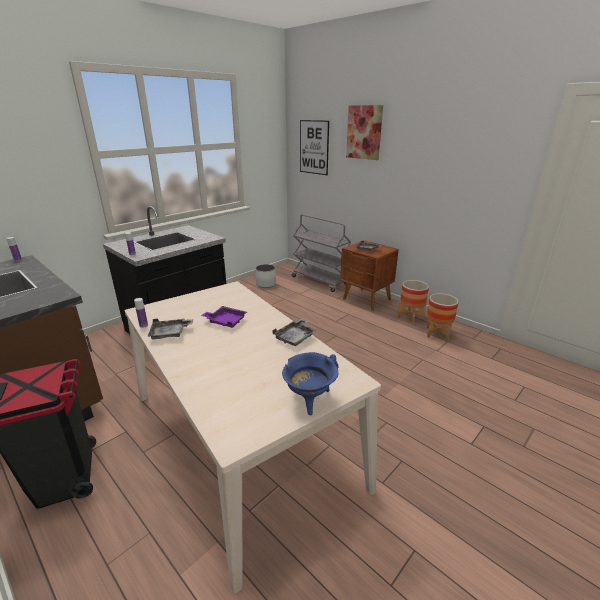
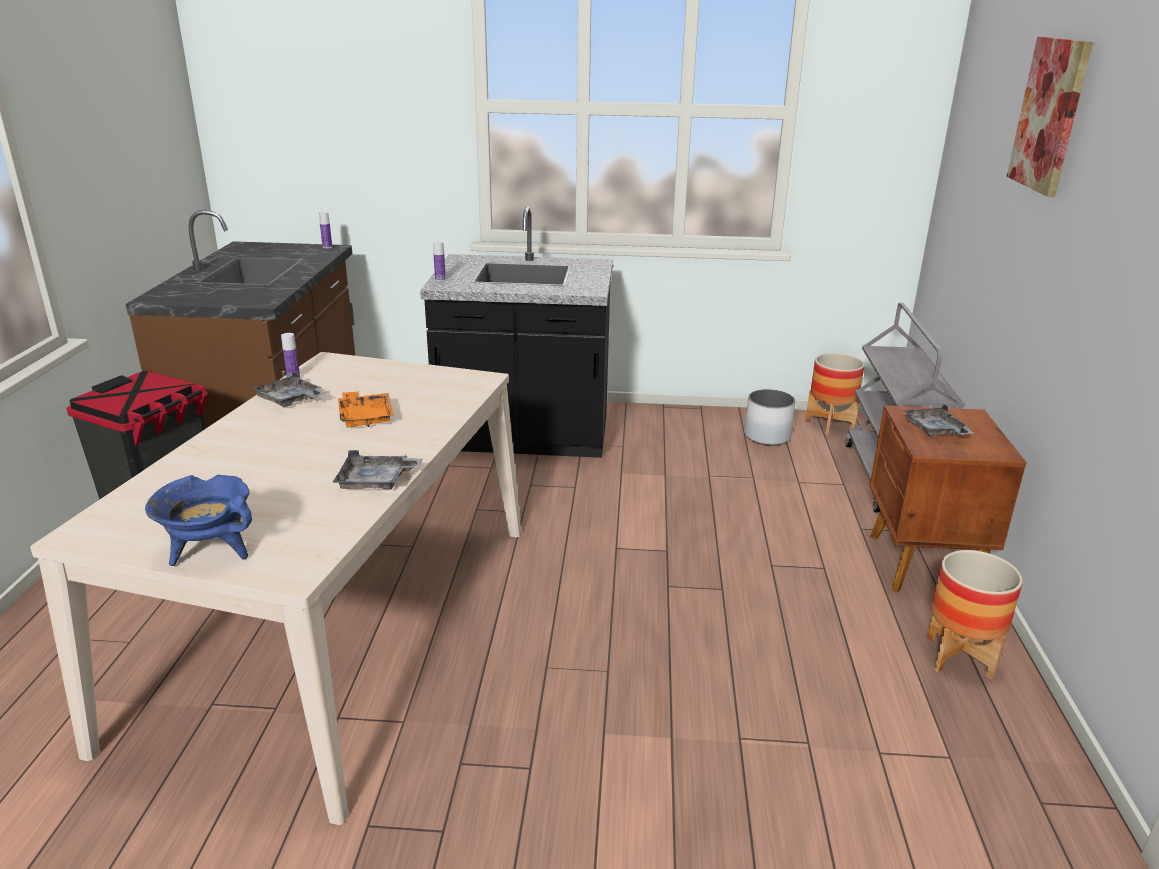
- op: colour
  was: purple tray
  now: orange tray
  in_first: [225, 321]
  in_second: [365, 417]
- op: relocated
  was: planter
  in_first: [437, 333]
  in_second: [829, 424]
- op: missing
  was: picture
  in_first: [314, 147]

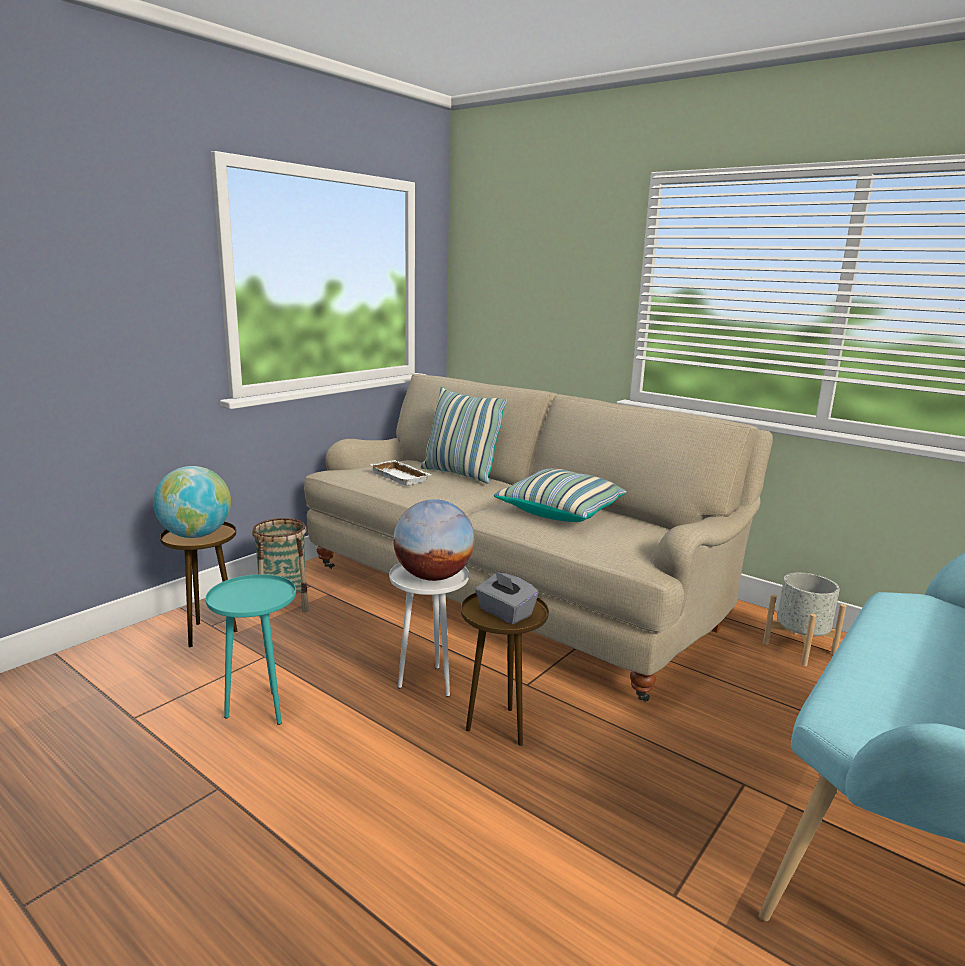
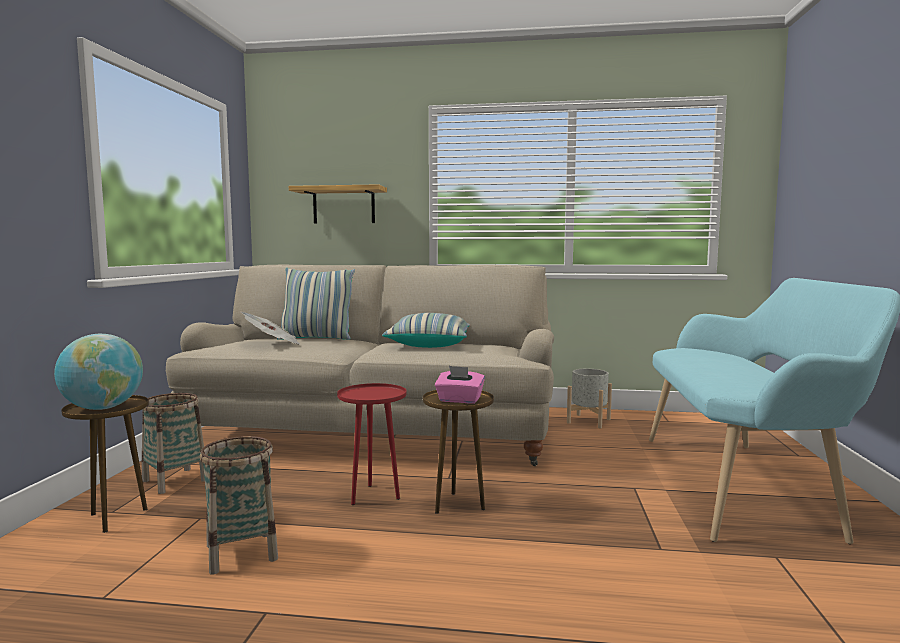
- op: exchanged
  was: turquoise side table
  now: basket
  in_first: [260, 710]
  in_second: [242, 552]
- op: exchanged
  was: white tray
  now: newspaper
  in_first: [402, 477]
  in_second: [272, 344]
- op: appeared
  now: shelf
  in_second: [344, 205]
- op: colour
  was: white side table
  now: red side table
  in_first: [428, 683]
  in_second: [373, 496]
- op: colour
  was: grey tissue box
  now: pink tissue box
  in_first: [505, 613]
  in_second: [459, 400]
- op: missing
  was: globe
  in_first: [433, 576]

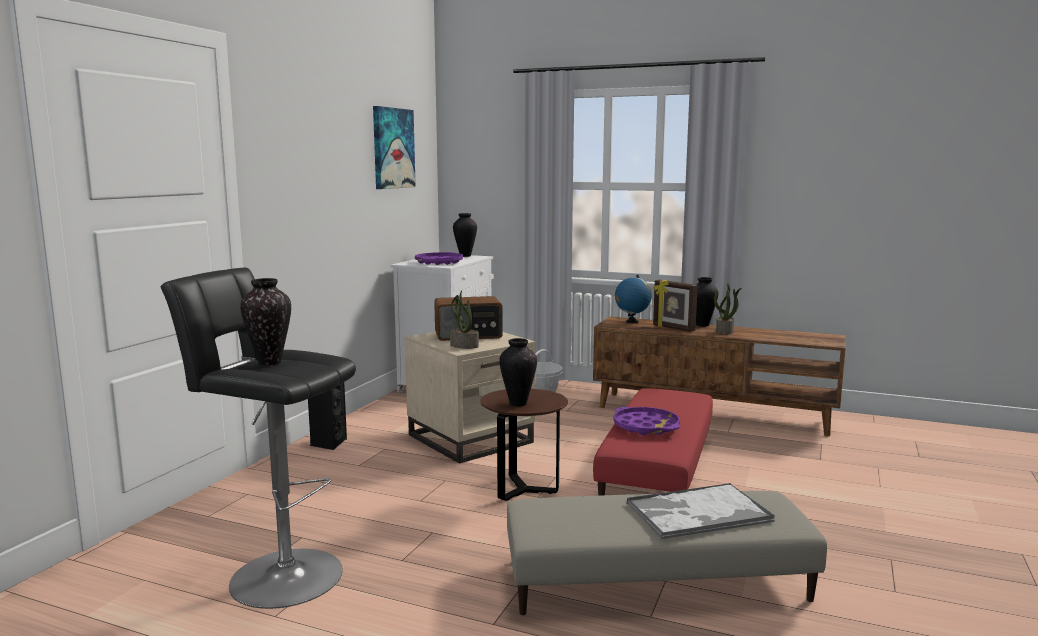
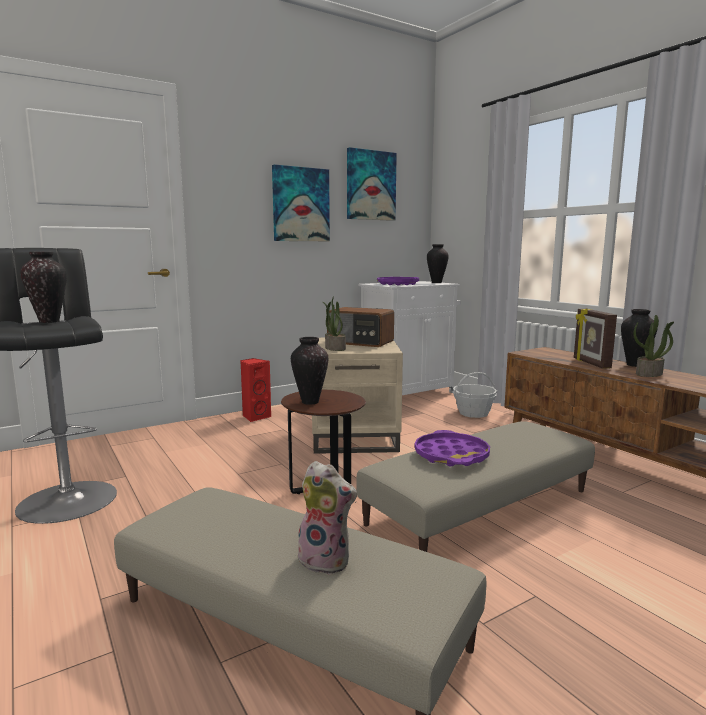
- op: colour
  was: black speaker
  now: red speaker
  in_first: [328, 443]
  in_second: [255, 417]
- op: appeared
  now: picture
  in_second: [300, 204]
- op: exchanged
  was: tray
  now: plush toy
  in_first: [697, 513]
  in_second: [327, 560]
- op: colour
  was: red ottoman
  now: beige ottoman
  in_first: [657, 468]
  in_second: [479, 506]
- op: missing
  was: globe
  in_first: [632, 322]

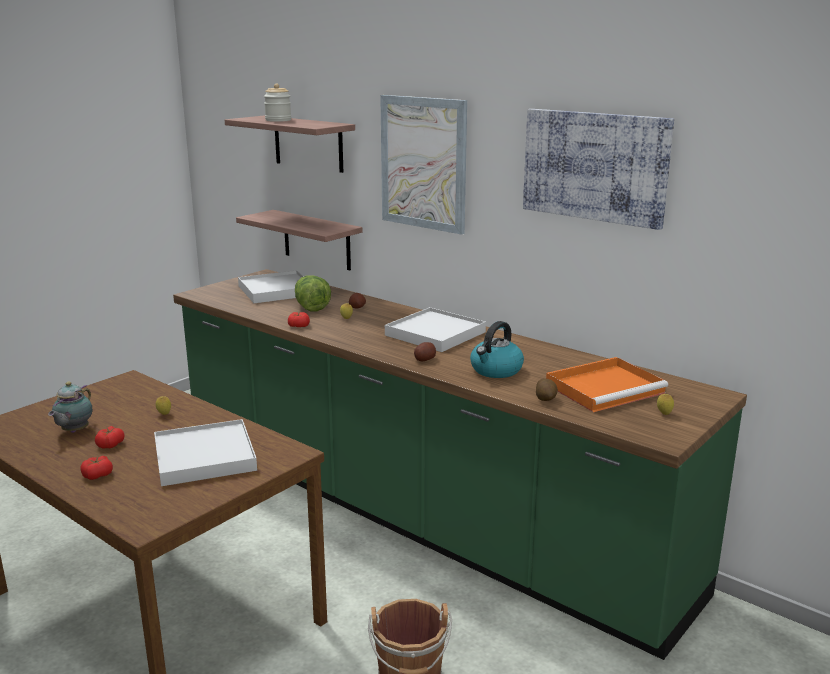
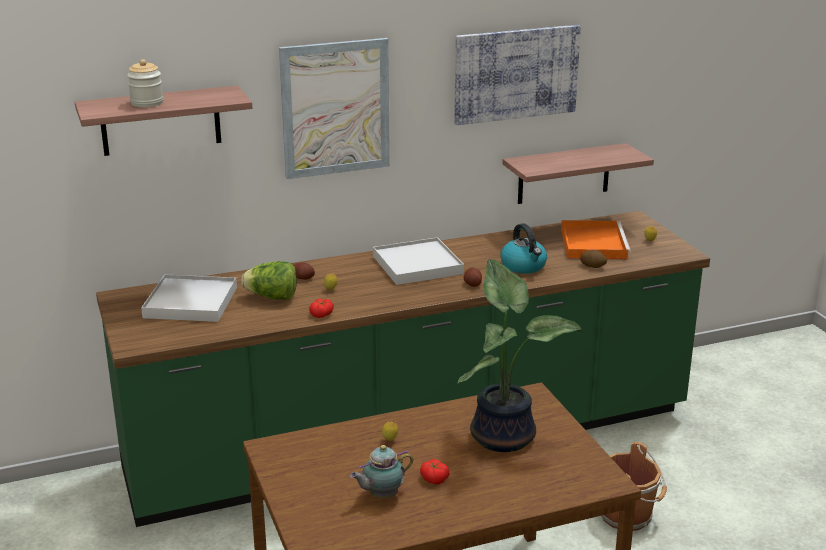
- op: spun
  was: teapot
  in_first: [74, 431]
  in_second: [381, 496]
  clockwise: 105
- op: exchanged
  was: white tray
  now: potted plant
  in_first: [205, 457]
  in_second: [505, 435]
- op: relocated
  was: shelf
  in_first: [316, 240]
  in_second: [564, 174]
- op: missing
  was: tomato
  in_first: [97, 475]

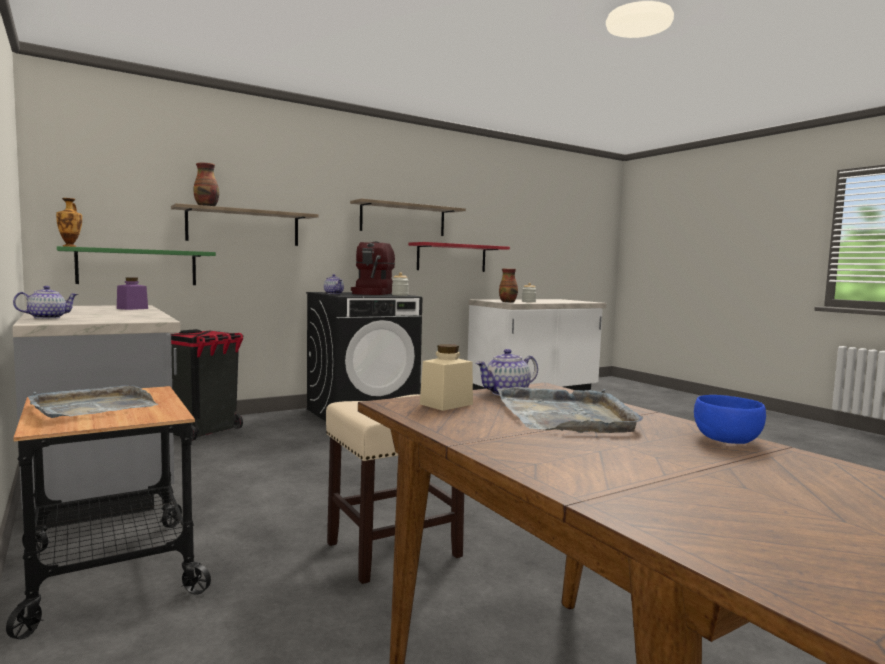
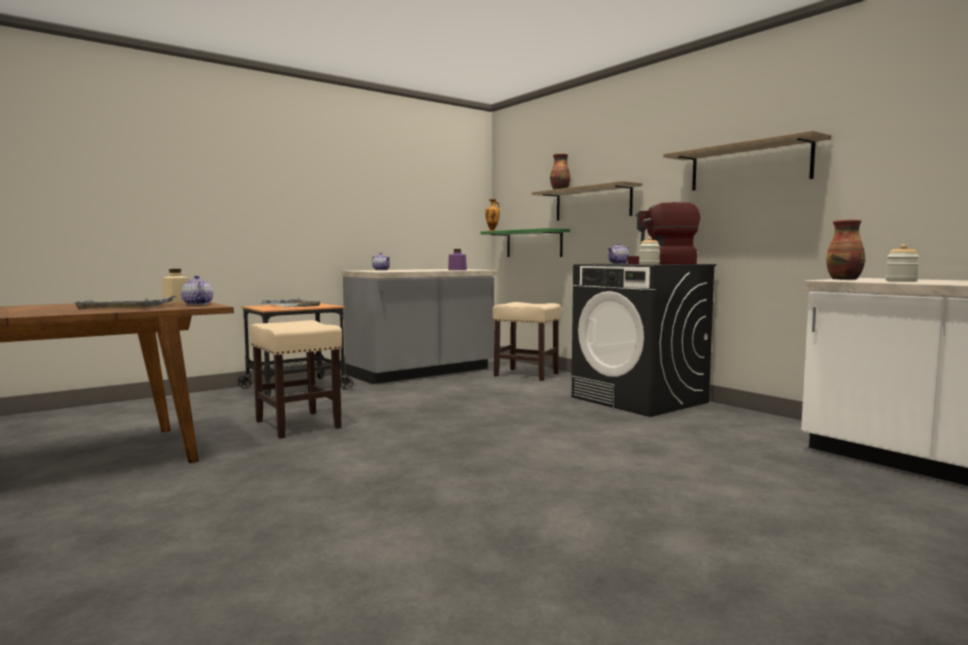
- op: exchanged
  was: black trash can
  now: beige stool
  in_first: [205, 432]
  in_second: [527, 374]
- op: missing
  was: red shelf
  in_first: [452, 258]
- op: missing
  was: blue bowl
  in_first: [727, 440]

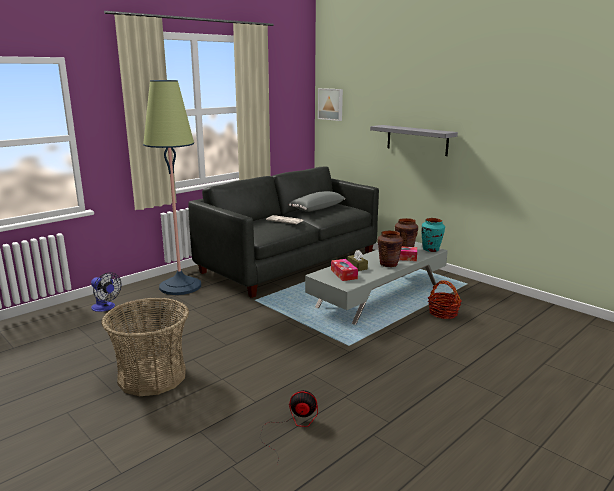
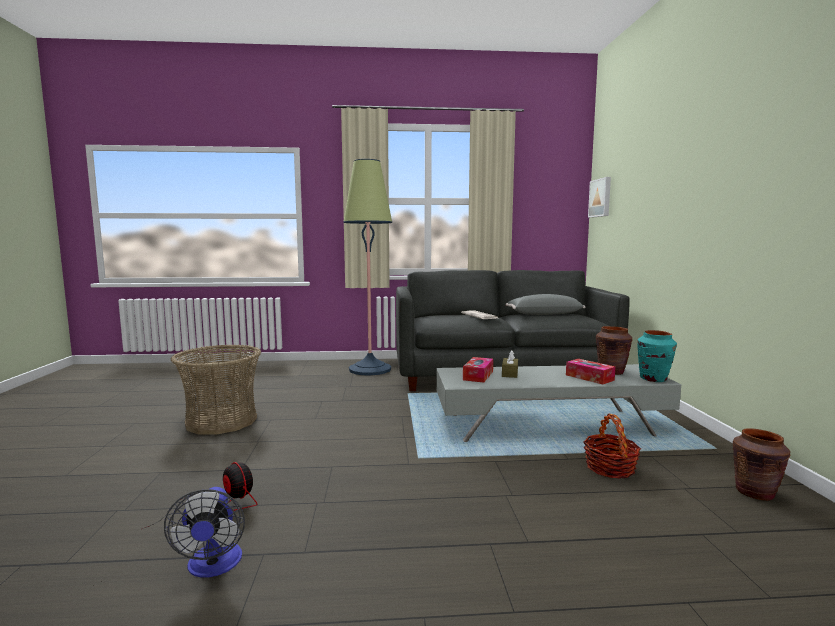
- op: relocated
  was: fan
  in_first: [105, 308]
  in_second: [213, 566]
- op: relocated
  was: brown vase
  in_first: [388, 264]
  in_second: [755, 493]
- op: missing
  was: grey shelf
  in_first: [417, 140]

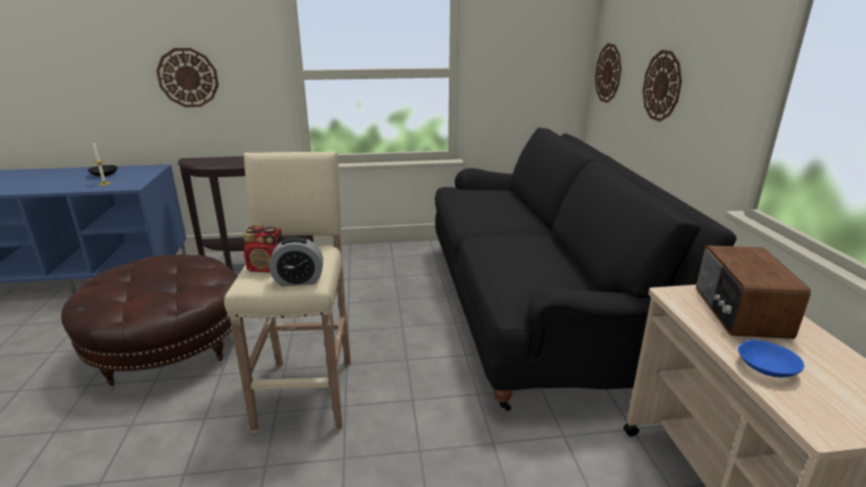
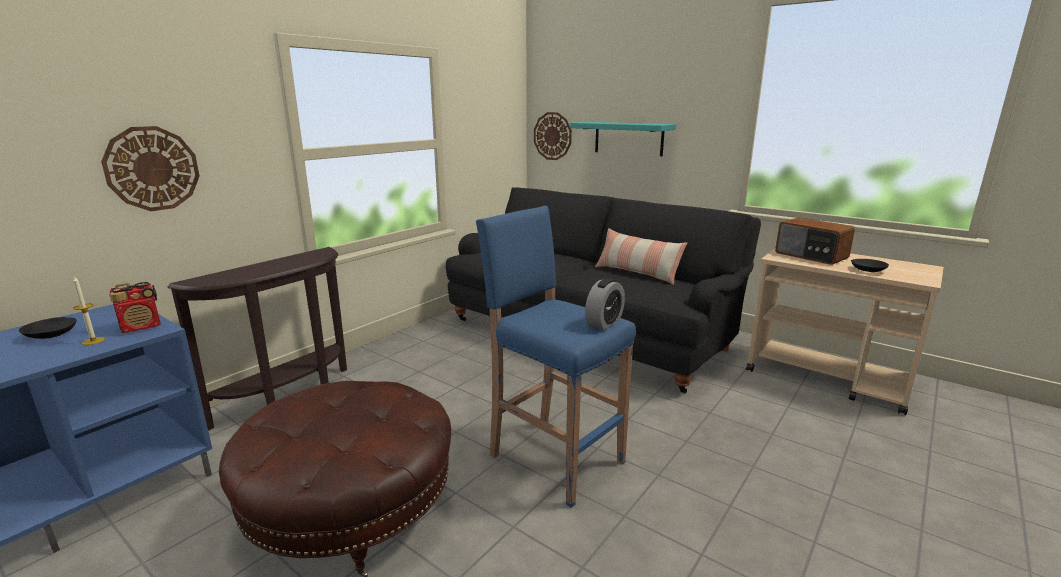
- op: relocated
  was: radio
  in_first: [267, 268]
  in_second: [142, 327]
- op: colour
  was: beige stool
  now: blue stool
  in_first: [307, 392]
  in_second: [553, 458]
- op: exchanged
  was: wall clock
  now: turquoise shelf
  in_first: [662, 86]
  in_second: [628, 138]
- op: appeared
  now: pillow
  in_second: [637, 273]
- op: colour
  was: blue bowl
  now: black bowl
  in_first: [766, 367]
  in_second: [867, 270]

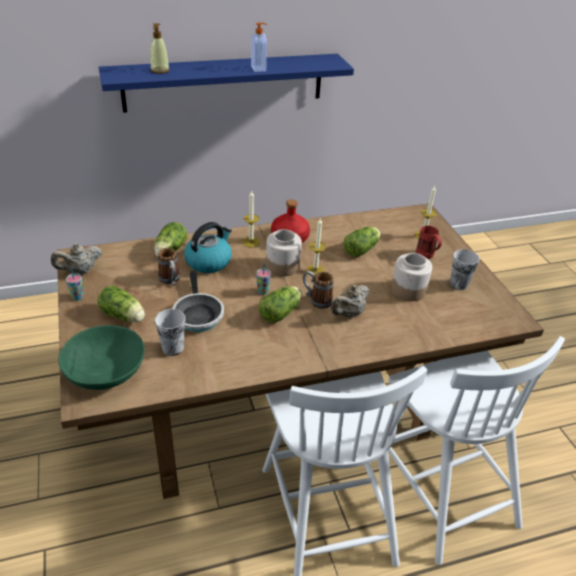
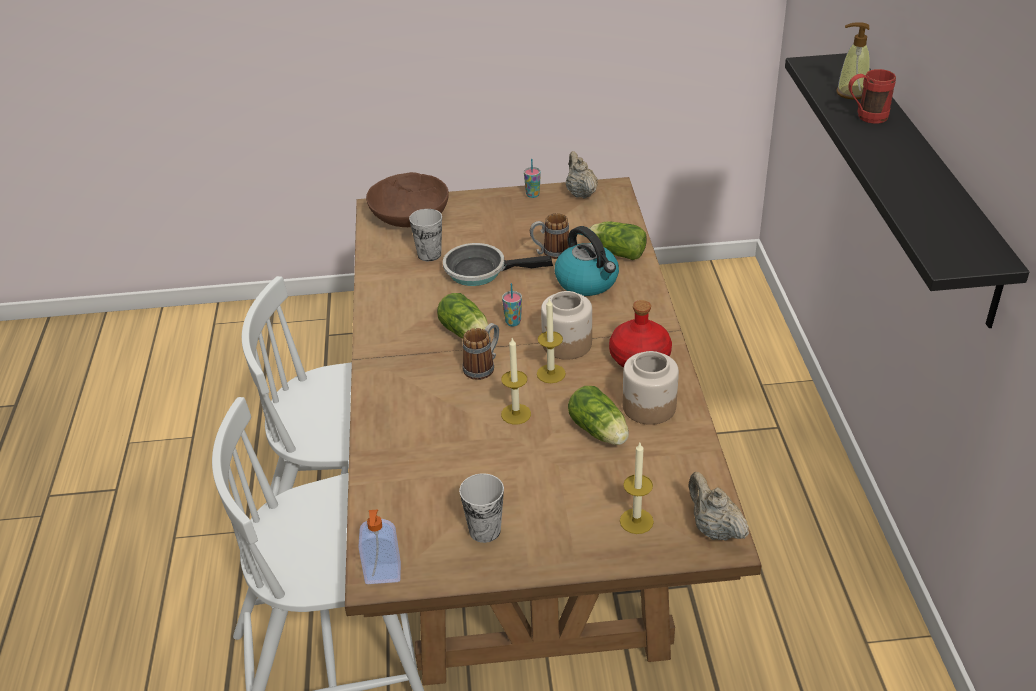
- op: relocated
  was: soap dispenser
  in_first: [259, 69]
  in_second: [383, 575]
- op: colour
  was: green bowl
  now: brown bowl
  in_first: [105, 372]
  in_second: [409, 216]
- op: relocated
  was: candle
  in_first: [251, 242]
  in_second: [516, 414]
- op: relocated
  was: jar
  in_first: [409, 290]
  in_second: [649, 407]
- op: relocated
  was: beige teapot
  in_first: [349, 313]
  in_second: [714, 529]
- op: colour
  was: blue shelf
  now: black shelf
  in_first: [224, 82]
  in_second: [922, 182]
- op: relocated
  was: red mug
  in_first: [427, 256]
  in_second: [865, 117]
- op: missing
  was: lettuce
  in_first: [124, 316]

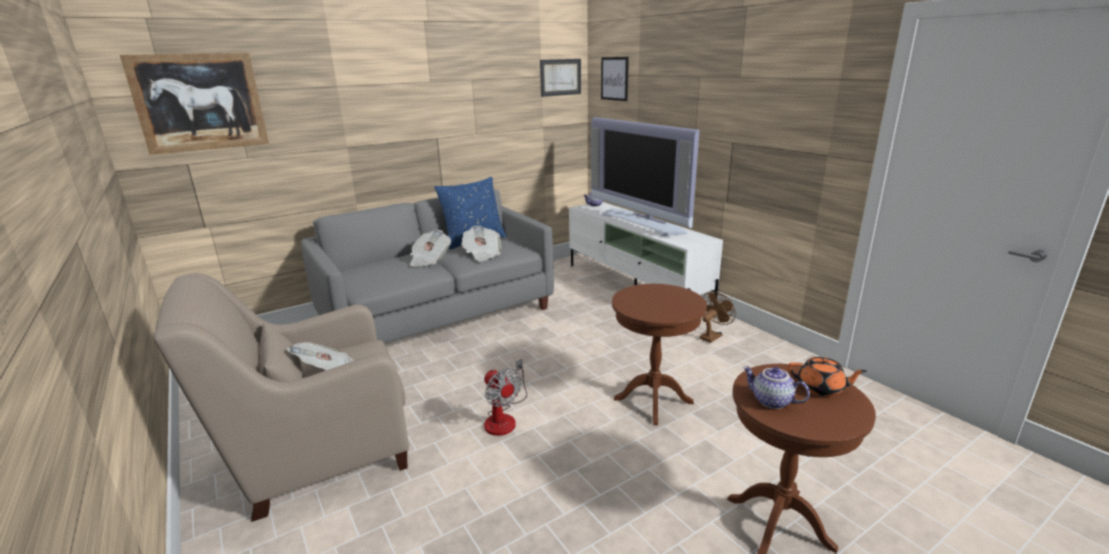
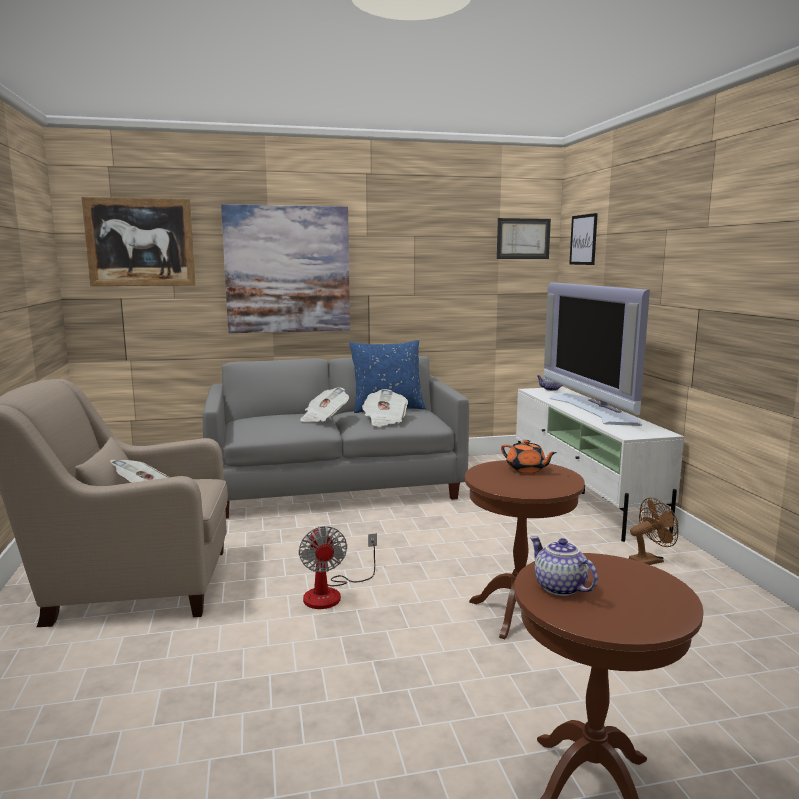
- op: appeared
  now: picture
  in_second: [287, 269]
- op: relocated
  was: orange teapot
  in_first: [821, 388]
  in_second: [526, 469]

